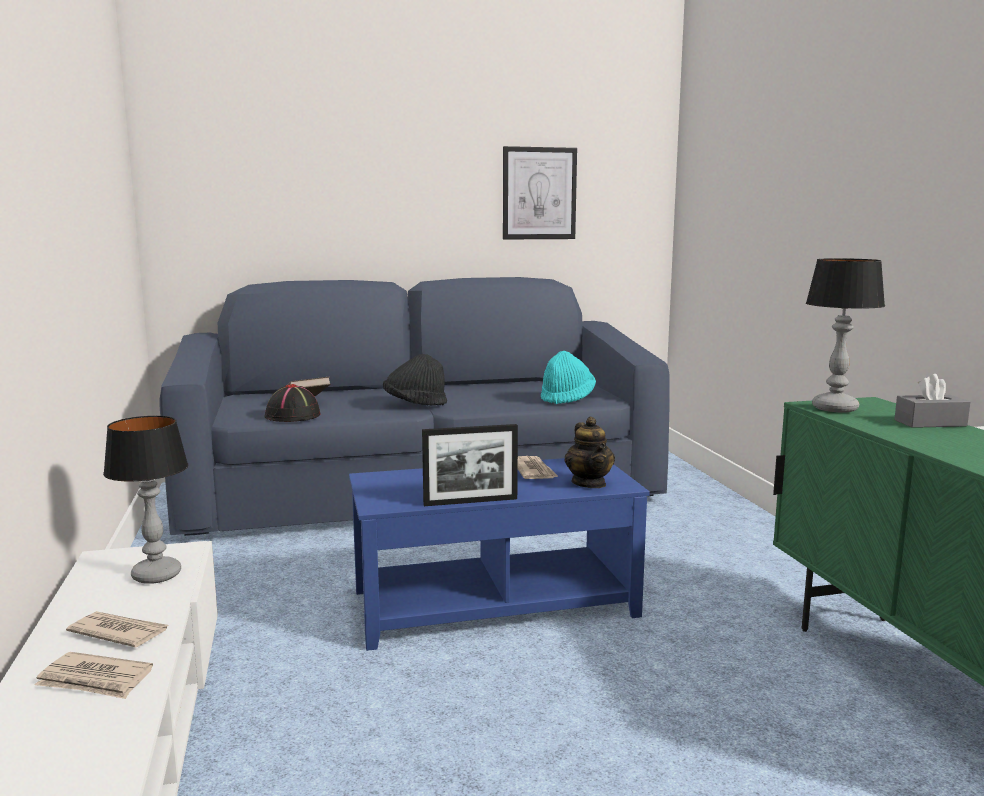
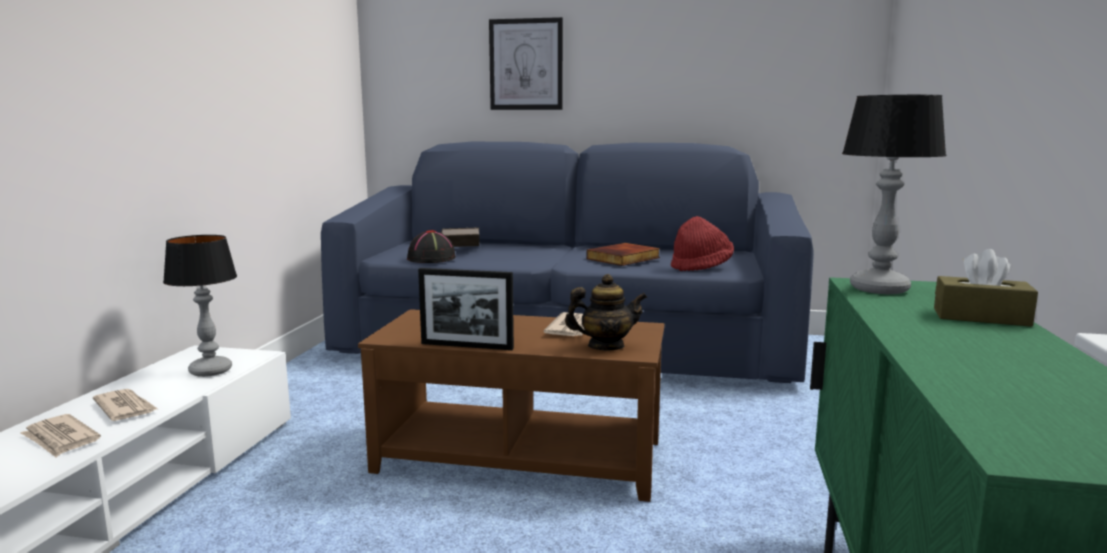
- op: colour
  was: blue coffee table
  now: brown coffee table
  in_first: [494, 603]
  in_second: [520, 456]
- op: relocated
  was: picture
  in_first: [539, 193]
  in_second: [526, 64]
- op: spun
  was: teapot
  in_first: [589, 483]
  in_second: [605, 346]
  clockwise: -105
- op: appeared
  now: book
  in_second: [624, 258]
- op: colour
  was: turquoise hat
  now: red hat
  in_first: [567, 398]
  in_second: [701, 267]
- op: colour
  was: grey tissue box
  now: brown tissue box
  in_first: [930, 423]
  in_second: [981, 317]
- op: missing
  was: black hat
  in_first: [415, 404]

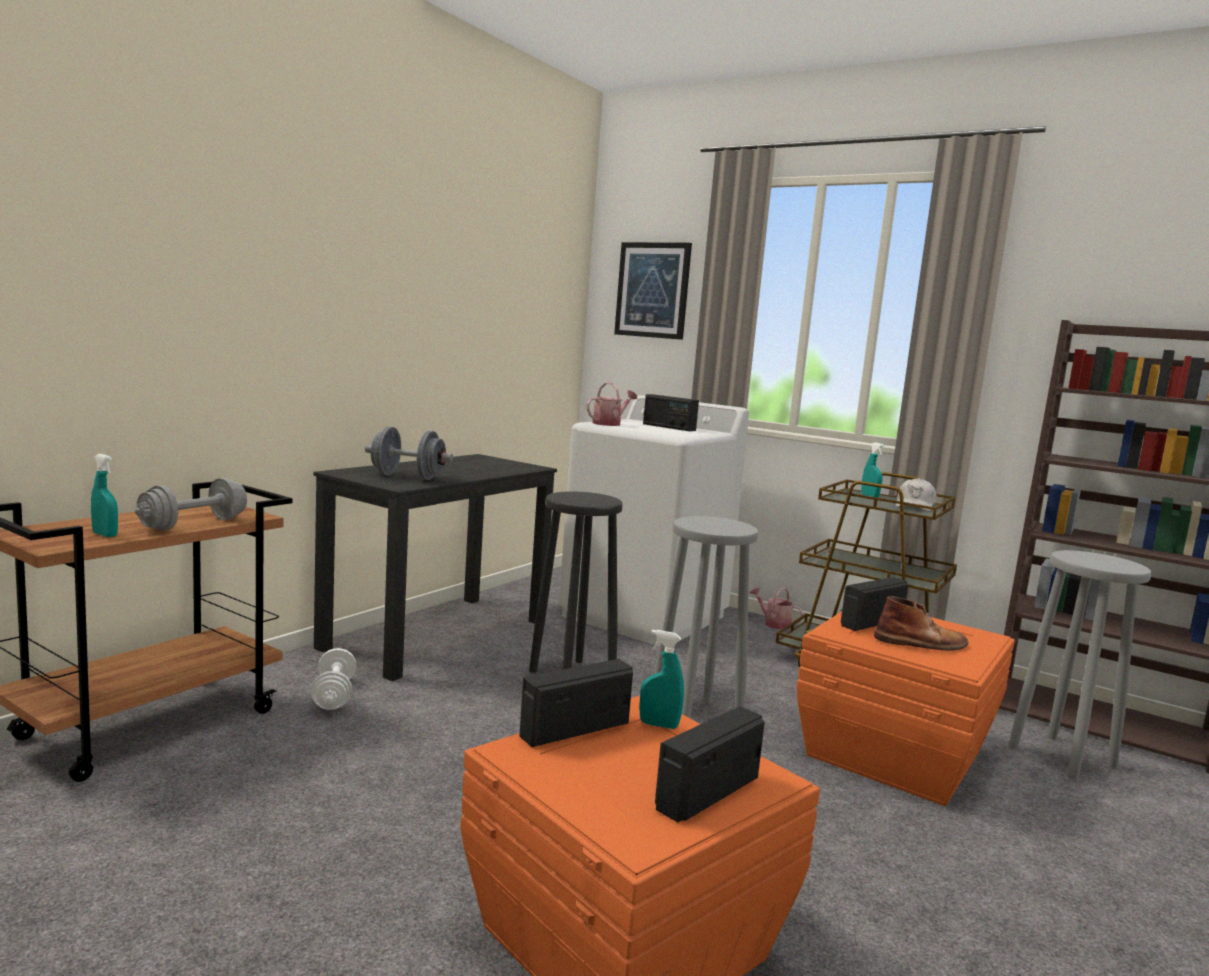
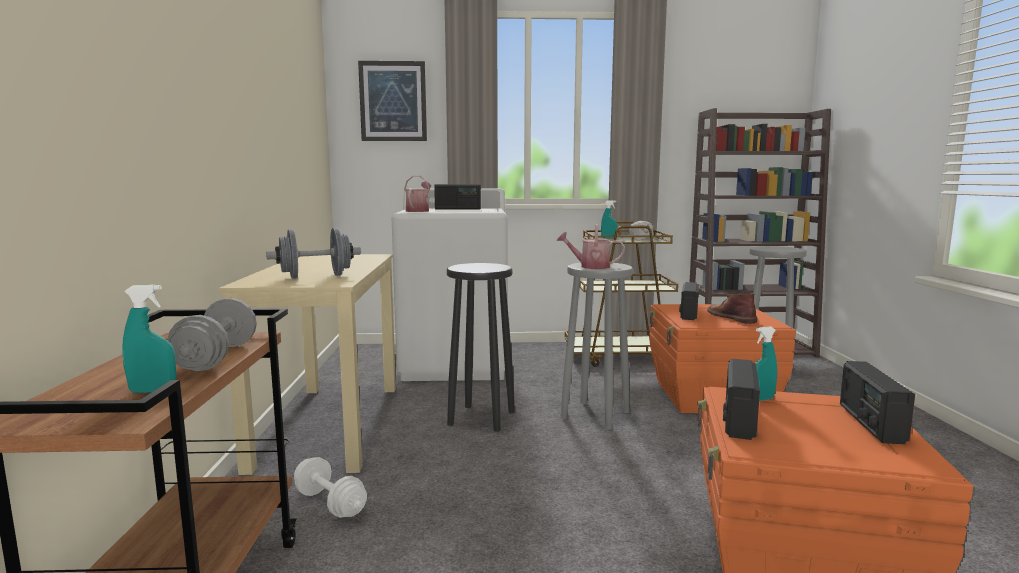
- op: colour
  was: black desk
  now: beige desk
  in_first: [437, 633]
  in_second: [330, 424]
- op: relocated
  was: watering can
  in_first: [774, 623]
  in_second: [590, 266]
- op: spun
  was: brown boot
  in_first: [921, 643]
  in_second: [731, 317]
  clockwise: -75

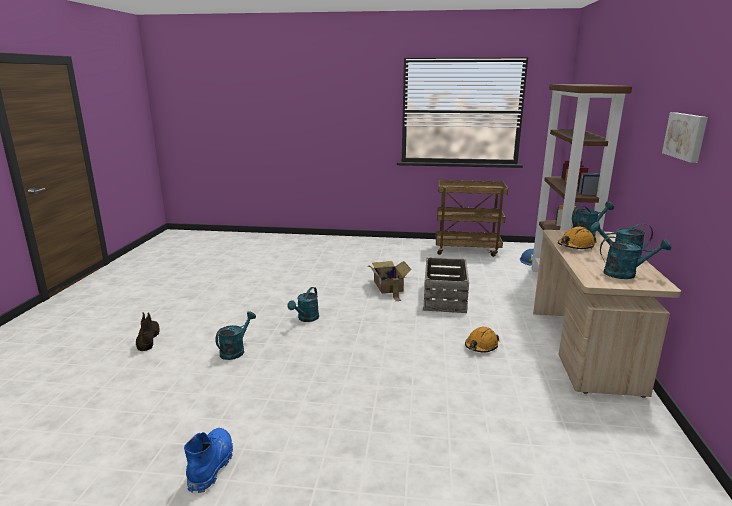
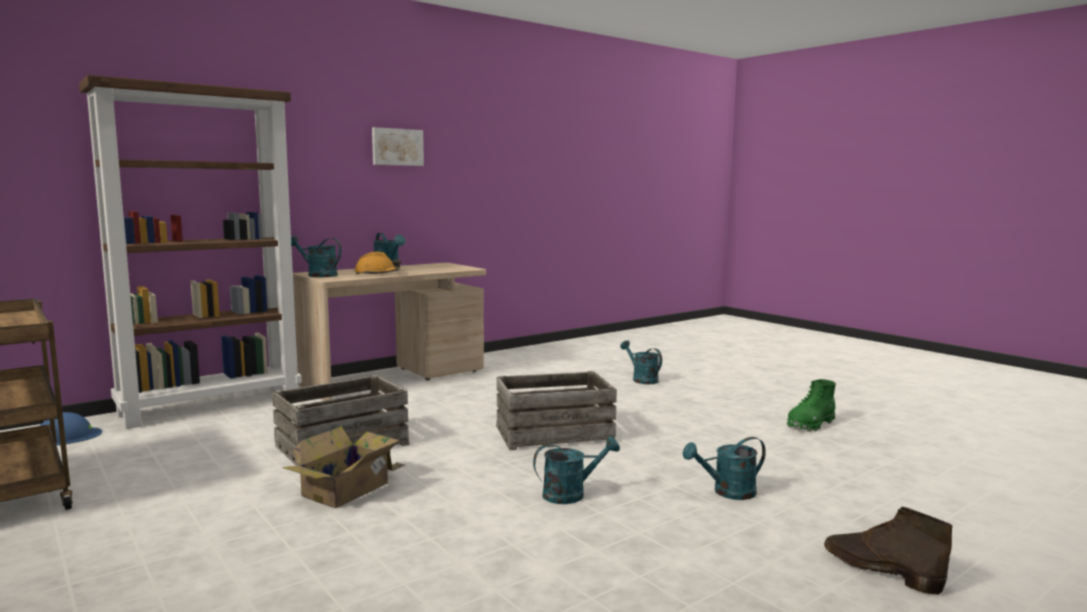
- op: appeared
  now: crate
  in_second: [554, 434]
- op: relocated
  was: turquoise watering can
  in_first: [626, 274]
  in_second: [641, 379]
- op: colour
  was: blue boot
  now: green boot
  in_first: [211, 465]
  in_second: [810, 424]
- op: spun
  was: brown boot
  in_first: [148, 338]
  in_second: [880, 570]
  clockwise: 105
- op: missing
  was: orange hard hat
  in_first: [481, 346]

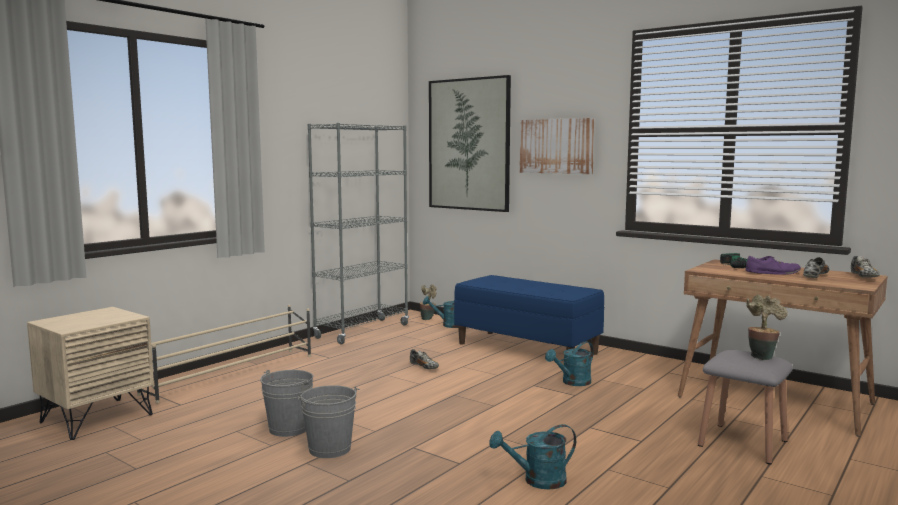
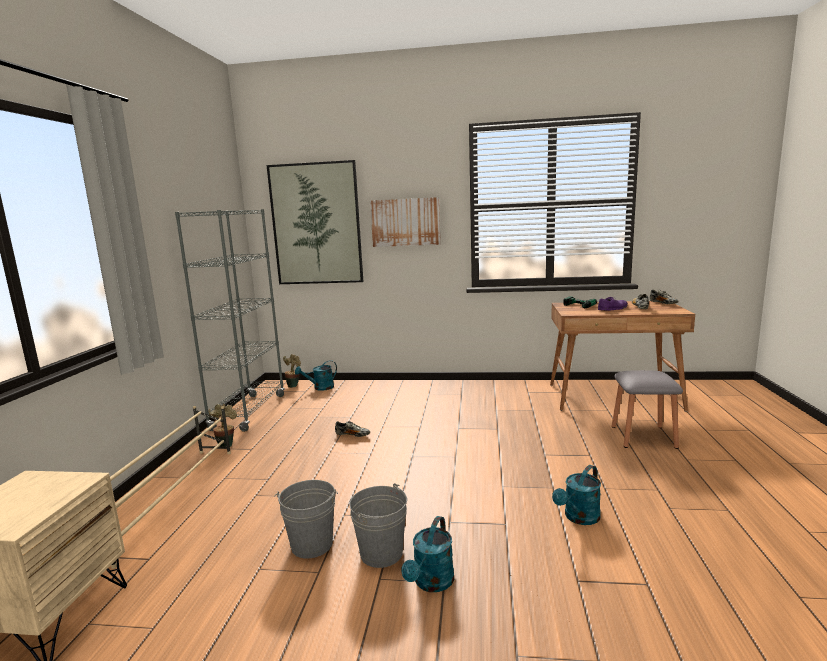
- op: relocated
  was: potted plant
  in_first: [761, 356]
  in_second: [226, 445]
- op: relocated
  was: turquoise watering can
  in_first: [572, 382]
  in_second: [431, 583]
- op: missing
  was: blue bench
  in_first: [527, 348]

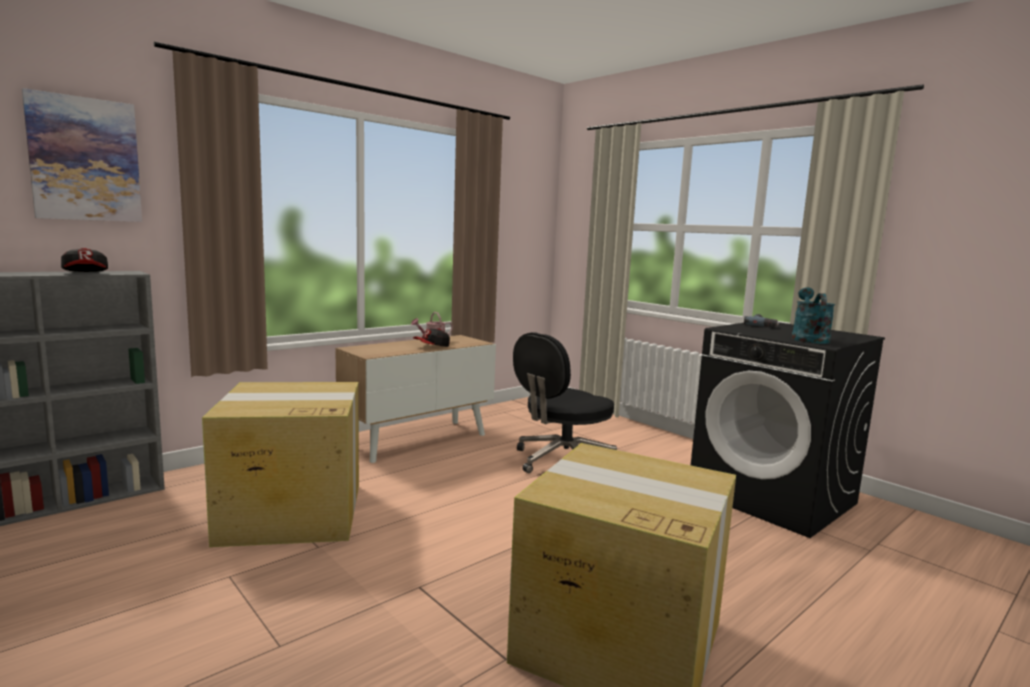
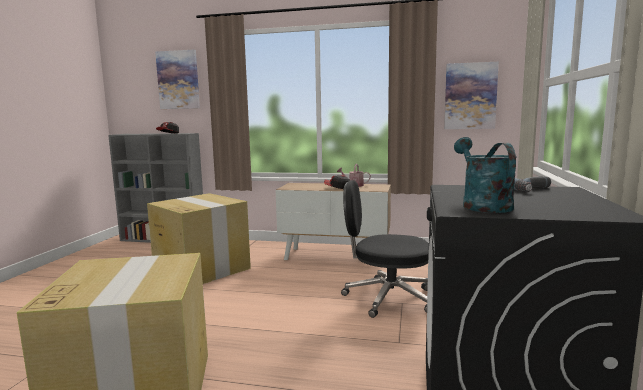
- op: appeared
  now: picture
  in_second: [470, 96]
- op: spun
  was: turquoise watering can
  in_first: [808, 339]
  in_second: [482, 205]
  clockwise: -75

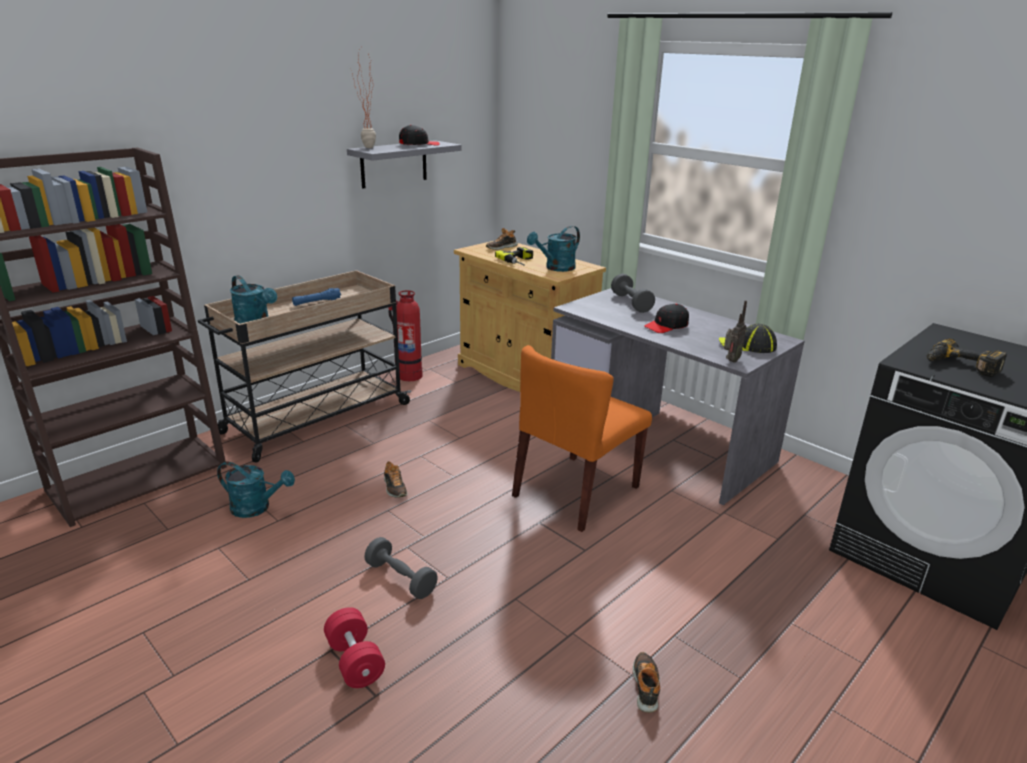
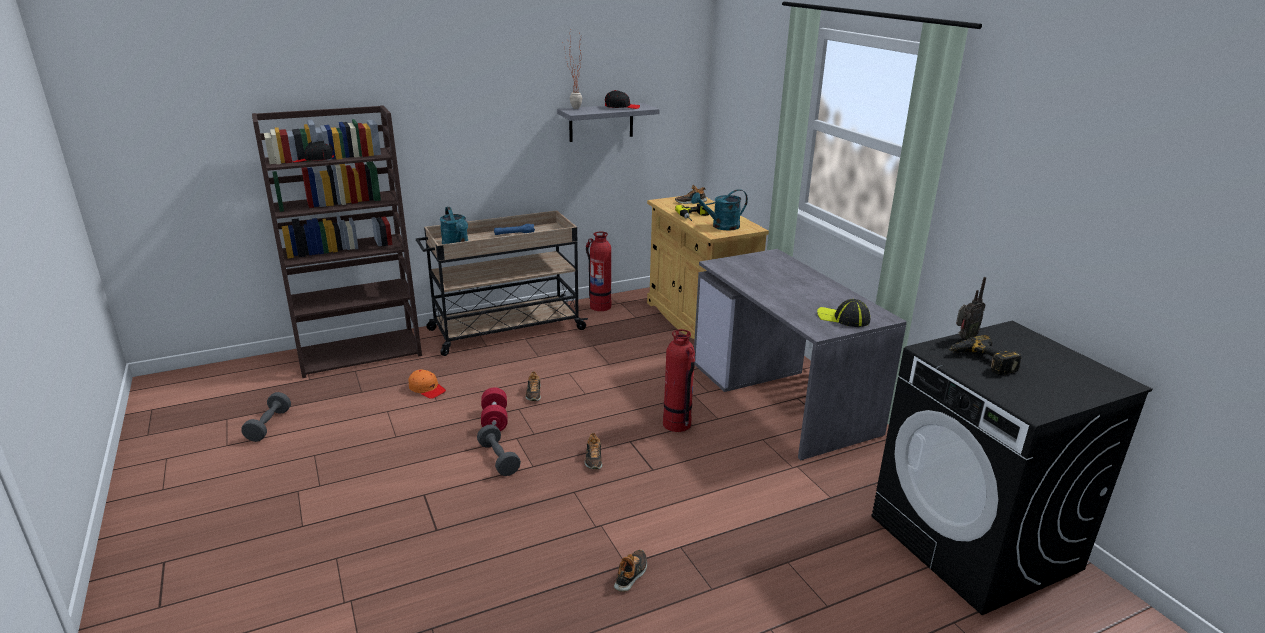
- op: relocated
  was: grey dumbbell
  in_first: [631, 303]
  in_second: [269, 425]
- op: relocated
  was: black cap
  in_first: [666, 326]
  in_second: [313, 159]
- op: exchanged
  was: turquoise watering can
  now: orange cap
  in_first: [257, 508]
  in_second: [427, 389]
- op: relocated
  was: red dumbbell
  in_first: [355, 661]
  in_second: [494, 420]
- op: appeared
  now: shoe
  in_second: [593, 459]
- op: exchanged
  was: orange chair
  now: fire extinguisher
  in_first: [576, 492]
  in_second: [677, 424]
- op: relocated
  was: radio
  in_first: [730, 361]
  in_second: [964, 338]

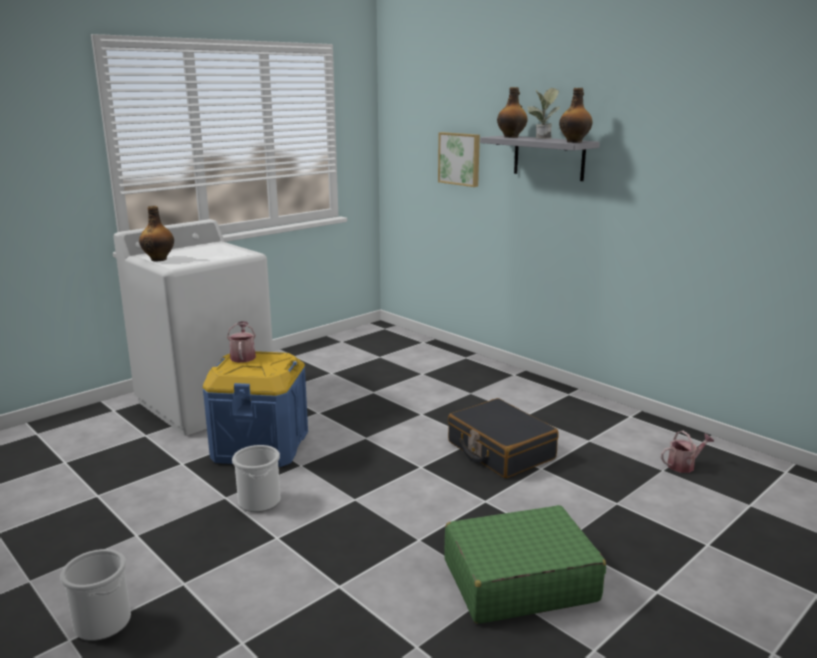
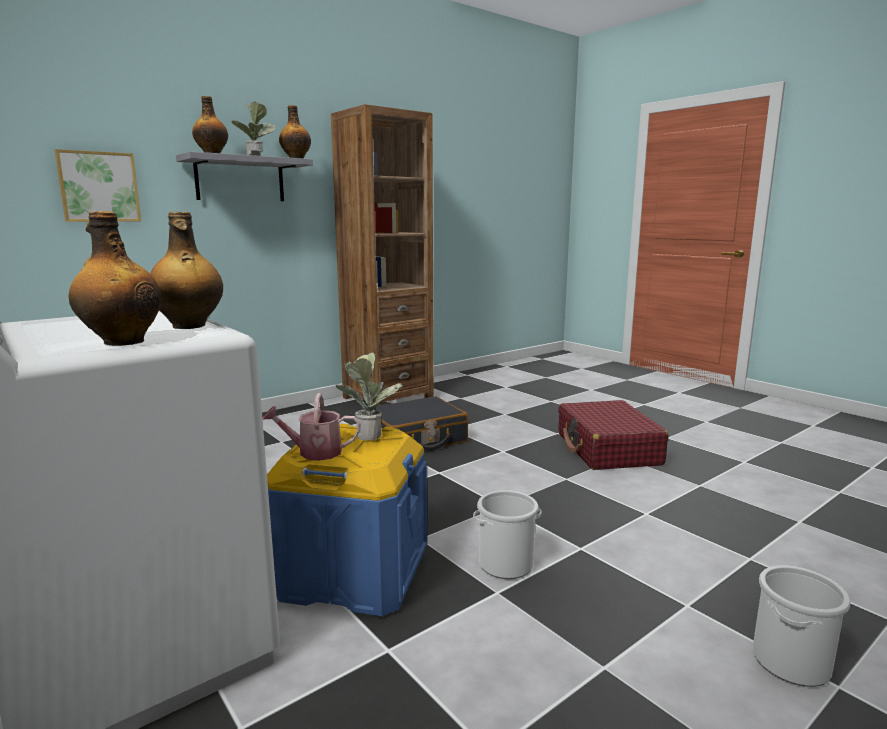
- op: appeared
  now: bottle
  in_second: [189, 326]
- op: appeared
  now: brown bookcase
  in_second: [388, 398]
- op: appeared
  now: potted plant
  in_second: [369, 433]
- op: colour
  was: green suitcase
  now: red suitcase
  in_first: [519, 580]
  in_second: [607, 449]
- op: missing
  was: watering can
  in_first: [684, 465]

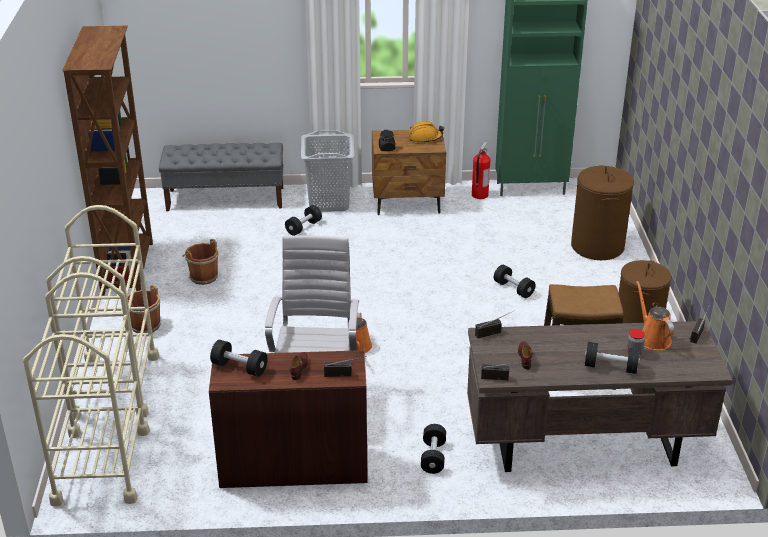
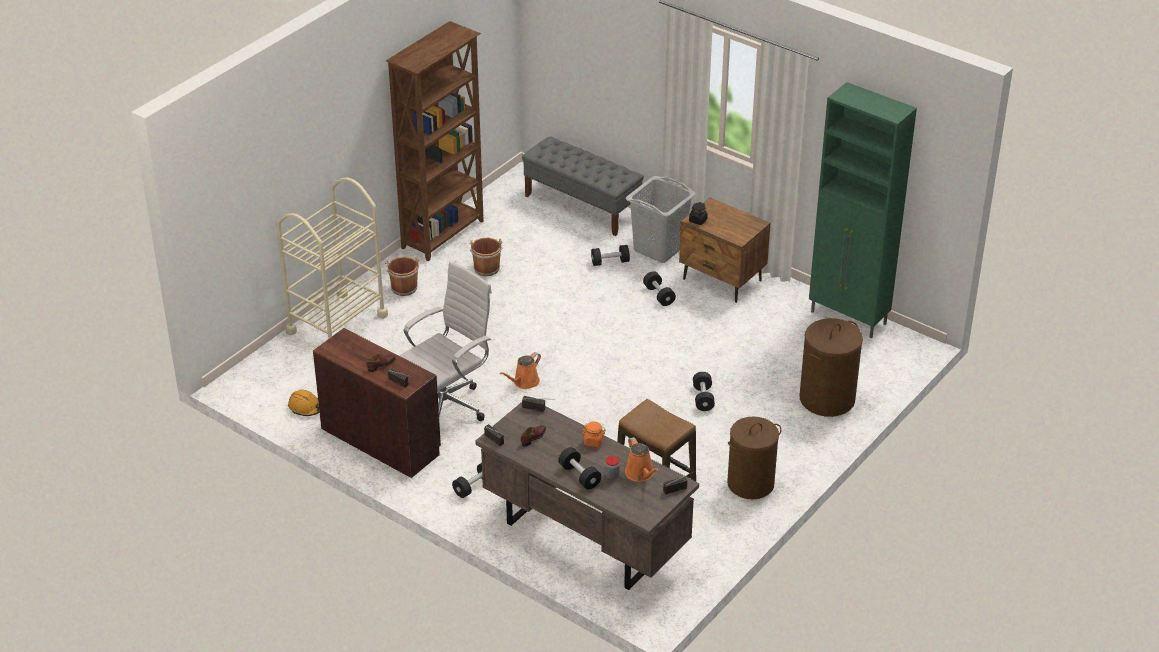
- op: relocated
  was: orange hard hat
  in_first: [425, 138]
  in_second: [306, 407]
- op: appeared
  now: orange jar
  in_second: [594, 441]
- op: spun
  was: orange watering can
  in_first: [652, 338]
  in_second: [641, 474]
  clockwise: 135
- op: relocated
  was: black dumbbell
  in_first: [239, 367]
  in_second: [659, 295]
- op: missing
  was: beige cart
  in_first: [101, 466]
- op: missing
  was: fire extinguisher
  in_first: [479, 195]

